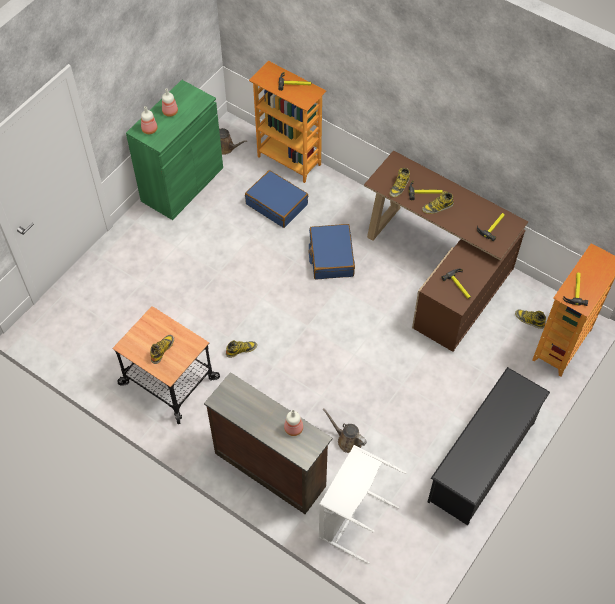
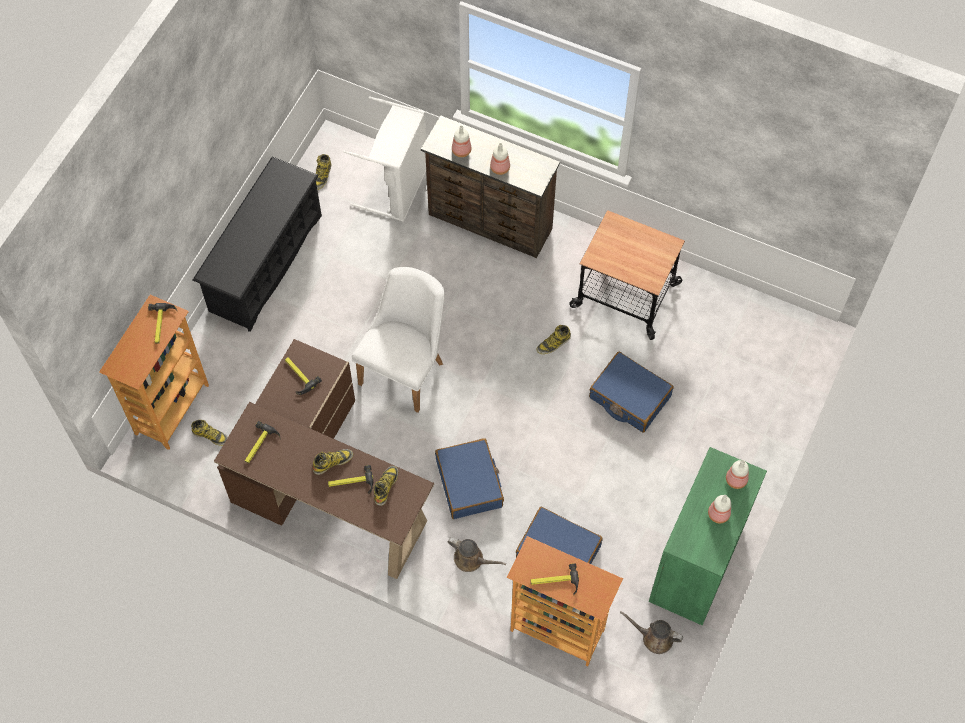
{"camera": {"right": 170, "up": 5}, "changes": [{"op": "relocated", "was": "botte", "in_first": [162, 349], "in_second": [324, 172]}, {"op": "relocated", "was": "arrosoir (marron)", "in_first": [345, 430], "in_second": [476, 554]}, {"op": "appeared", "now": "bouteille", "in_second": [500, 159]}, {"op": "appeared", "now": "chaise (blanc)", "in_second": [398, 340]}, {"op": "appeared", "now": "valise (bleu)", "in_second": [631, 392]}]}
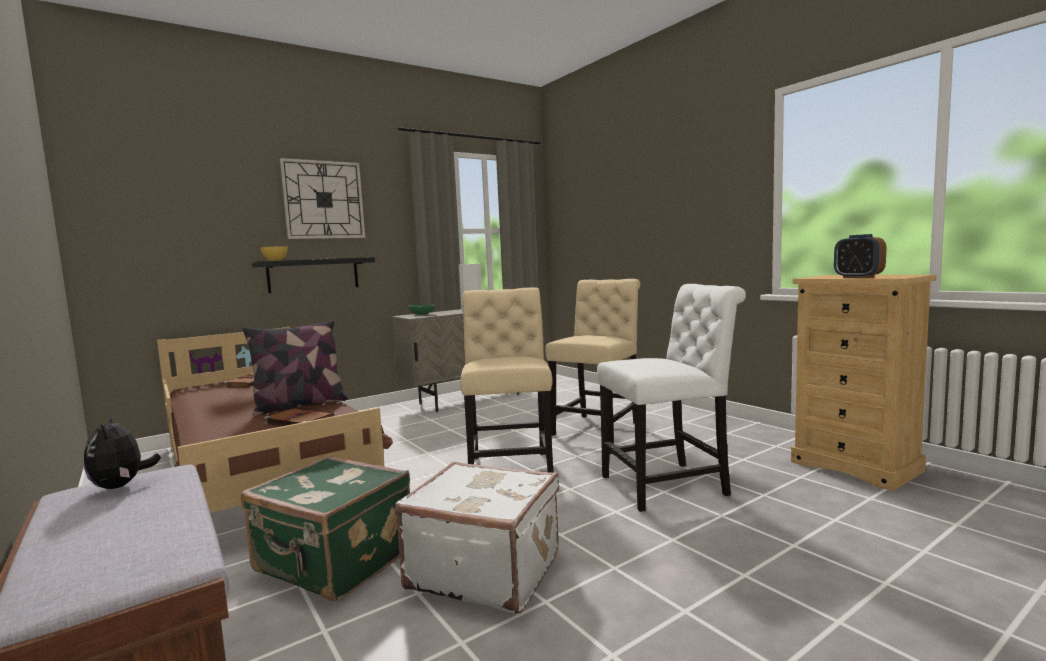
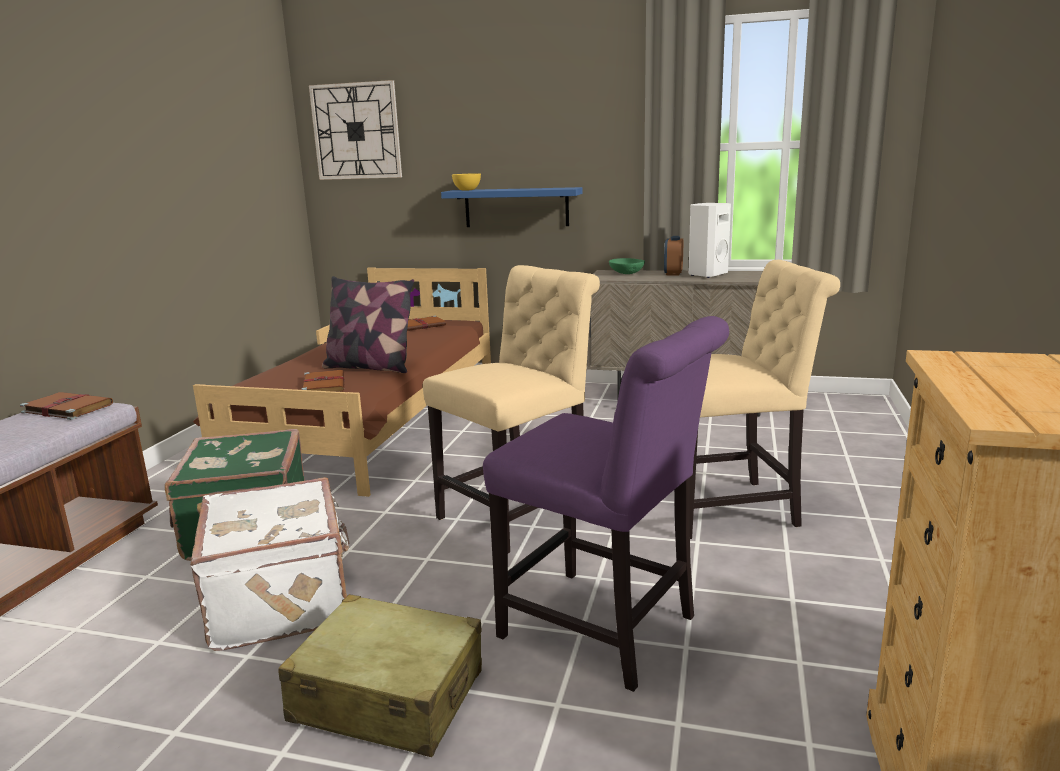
{"camera": {"right": 50, "up": 10}, "changes": [{"op": "relocated", "was": "horloge murale", "in_first": [322, 198], "in_second": [355, 130]}, {"op": "relocated", "was": "réveil", "in_first": [860, 256], "in_second": [673, 255]}, {"op": "colour", "was": "étagère (noir)", "now": "étagère (bleu)", "in_first": [313, 275], "in_second": [511, 207]}, {"op": "colour", "was": "chaise (blanc)", "now": "chaise (violet)", "in_first": [671, 398], "in_second": [606, 504]}, {"op": "exchanged", "was": "peluche", "now": "livre (marron)", "in_first": [122, 452], "in_second": [66, 406]}, {"op": "appeared", "now": "valise (beige)", "in_second": [380, 675]}]}
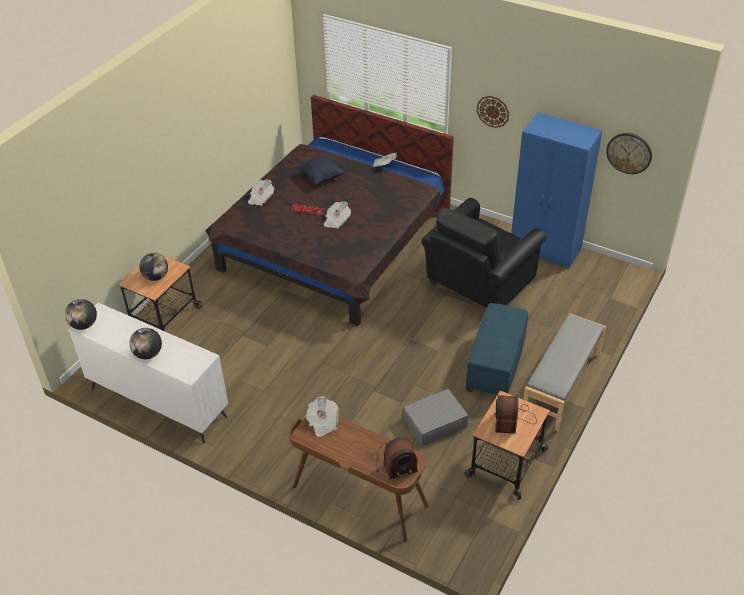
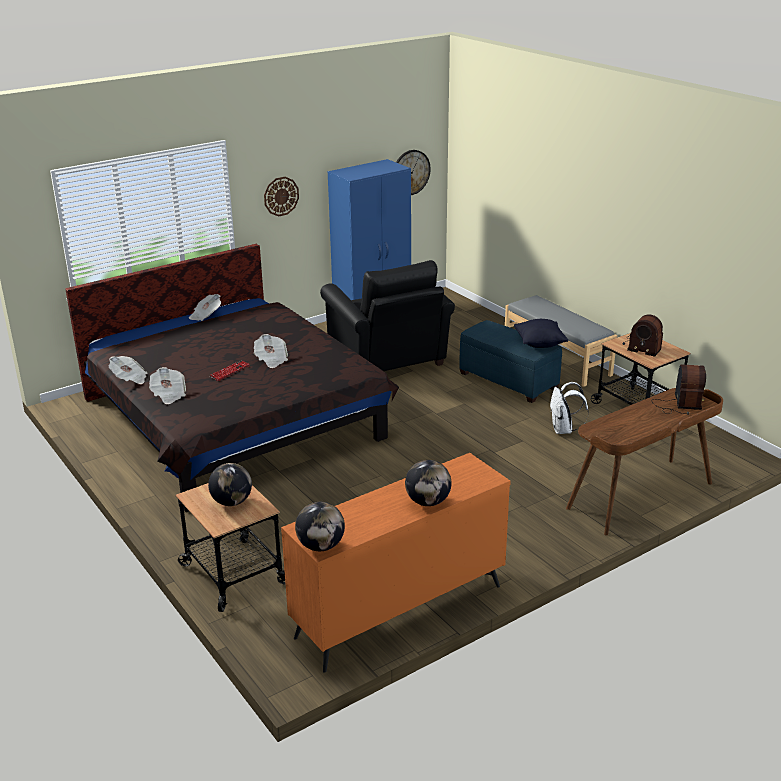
{"camera": {"right": -65, "up": -15}, "changes": [{"op": "relocated", "was": "coussin (noir)", "in_first": [321, 170], "in_second": [541, 333]}, {"op": "colour", "was": "commode (blanc)", "now": "commode (orange)", "in_first": [148, 373], "in_second": [396, 563]}, {"op": "exchanged", "was": "valise (gris)", "now": "sac à dos (blanc)", "in_first": [435, 417], "in_second": [569, 408]}, {"op": "relocated", "was": "journal", "in_first": [322, 416], "in_second": [128, 370]}]}
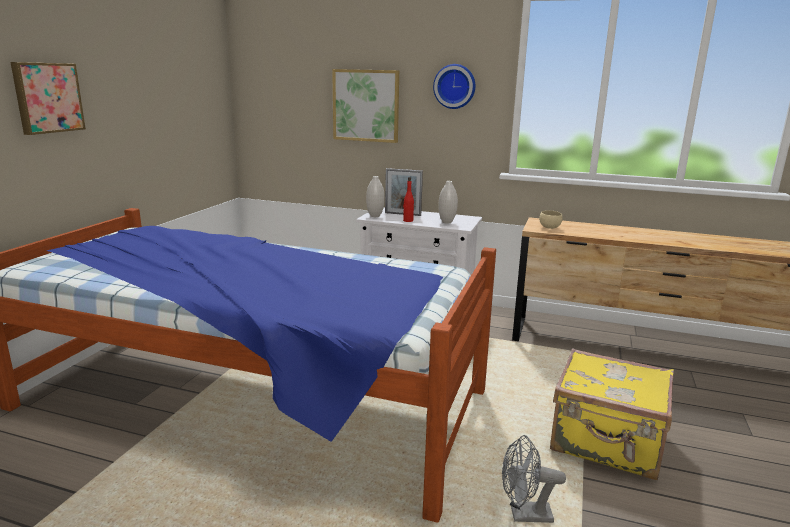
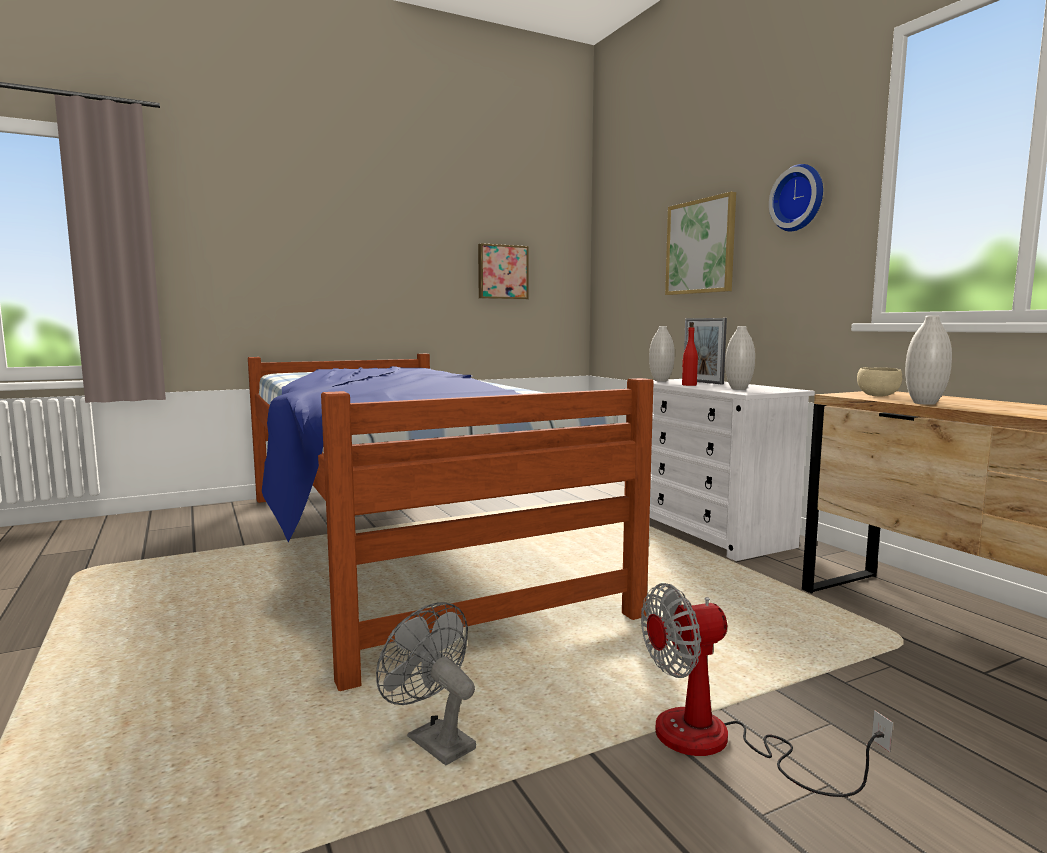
{"camera": {"right": 45, "up": -10}, "changes": [{"op": "relocated", "was": "tableau", "in_first": [48, 98], "in_second": [503, 271]}, {"op": "exchanged", "was": "valise (jaune)", "now": "ventilateur", "in_first": [612, 414], "in_second": [767, 690]}, {"op": "appeared", "now": "vase (blanc)", "in_second": [928, 360]}]}
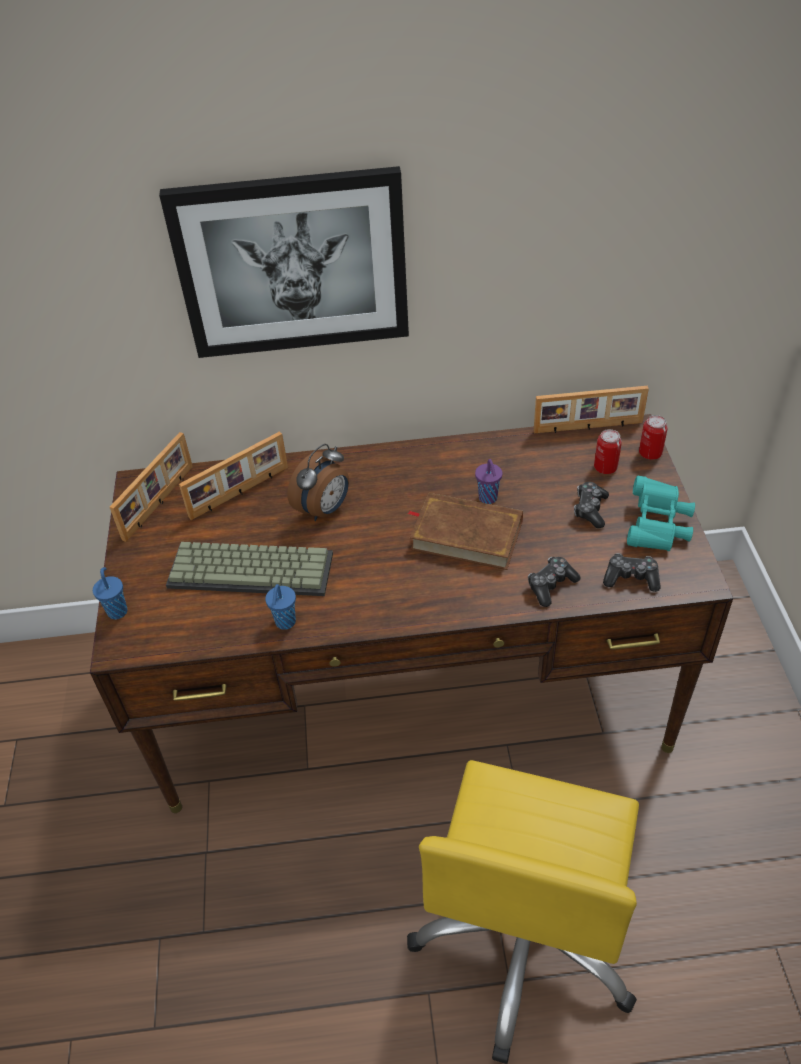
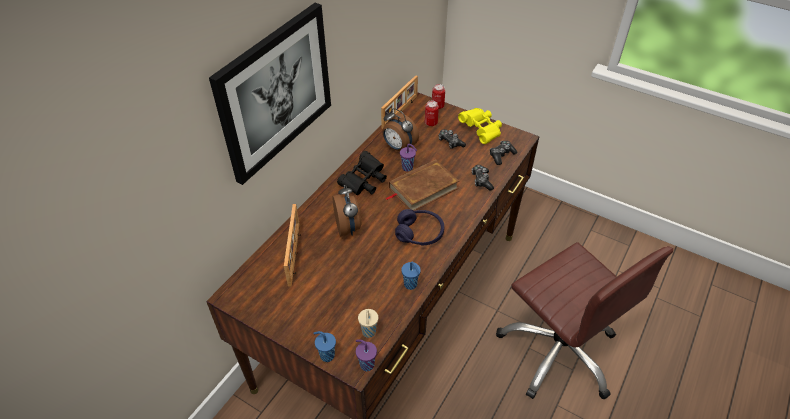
{"camera": {"right": -55, "up": 0}, "changes": [{"op": "missing", "was": "cadre photo", "in_first": [151, 487]}, {"op": "colour", "was": "jumelles (turquoise)", "now": "jumelles (jaune)", "in_first": [661, 513], "in_second": [480, 126]}, {"op": "missing", "was": "clavier", "in_first": [249, 569]}, {"op": "colour", "was": "chaise de bureau (jaune)", "now": "chaise de bureau (marron)", "in_first": [523, 912], "in_second": [584, 320]}, {"op": "appeared", "now": "réveil", "in_second": [400, 129]}, {"op": "appeared", "now": "jumelles (noir)", "in_second": [362, 173]}, {"op": "appeared", "now": "casque audio (violet)", "in_second": [419, 227]}, {"op": "appeared", "now": "tasse (beige)", "in_second": [368, 323]}, {"op": "appeared", "now": "tasse (violet)", "in_second": [366, 355]}]}
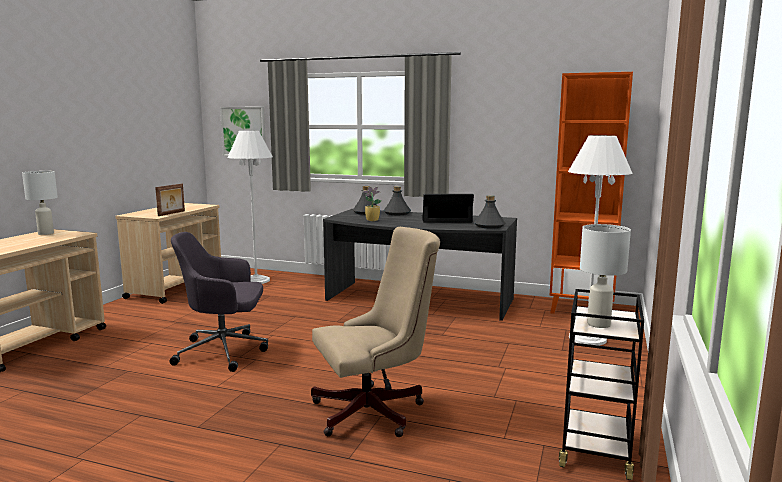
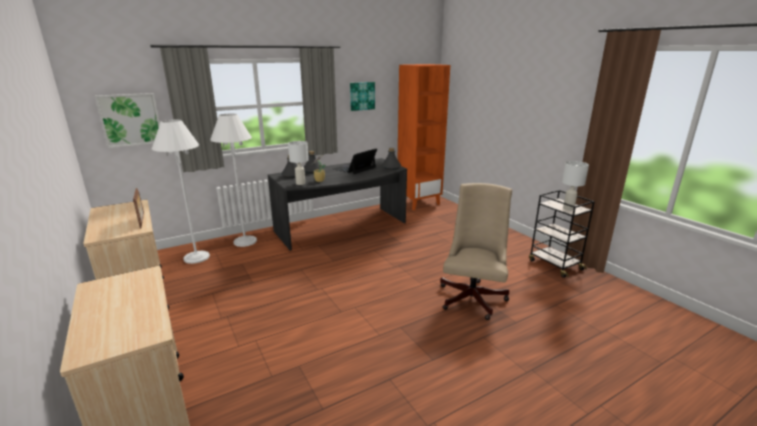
{"camera": {"right": -50, "up": 10}, "changes": [{"op": "relocated", "was": "lampadaire (blanc)", "in_first": [600, 240], "in_second": [233, 180]}, {"op": "relocated", "was": "lampe de table (blanc)", "in_first": [40, 203], "in_second": [298, 163]}, {"op": "missing", "was": "chaise de bureau (gris)", "in_first": [219, 302]}, {"op": "appeared", "now": "tableau", "in_second": [362, 96]}]}
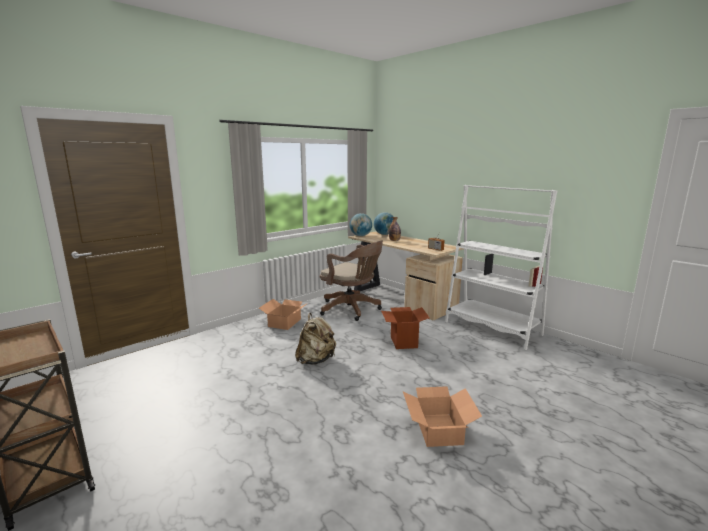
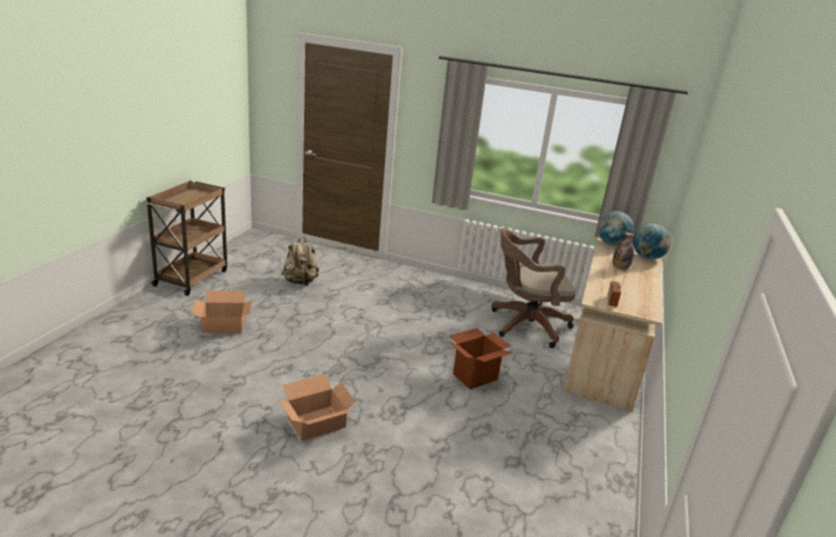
{"camera": {"right": 60, "up": 10}, "changes": [{"op": "missing", "was": "bibliothèque (blanc)", "in_first": [501, 267]}, {"op": "spun", "was": "chaise de bureau (marron)", "in_first": [351, 281], "in_second": [533, 288], "clockwise": 75}, {"op": "relocated", "was": "carton", "in_first": [283, 314], "in_second": [222, 312]}, {"op": "relocated", "was": "sac à dos (beige)", "in_first": [315, 339], "in_second": [300, 261]}]}
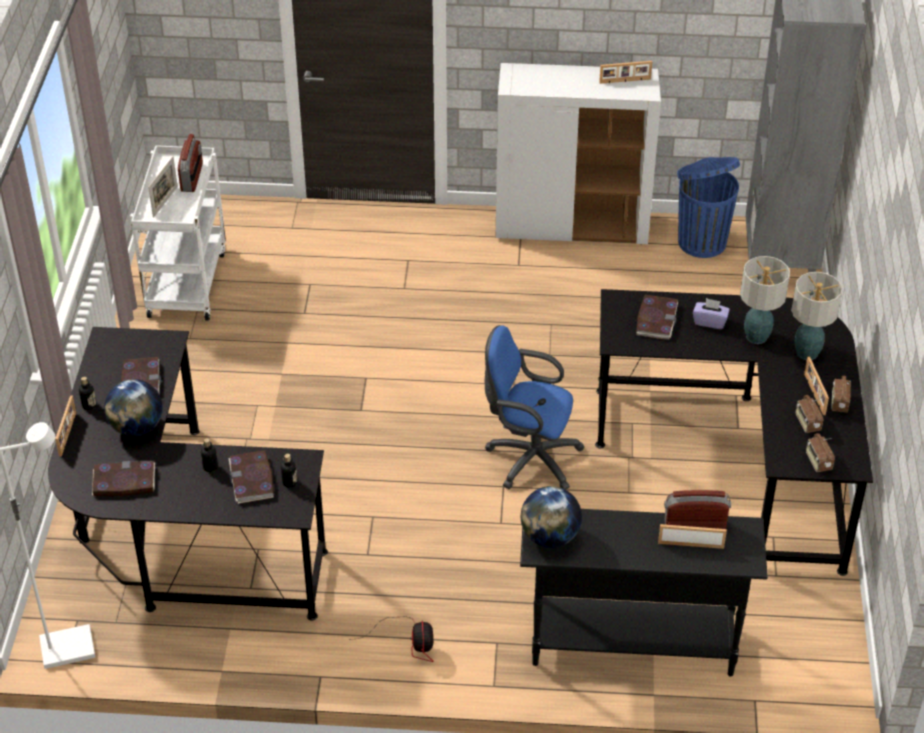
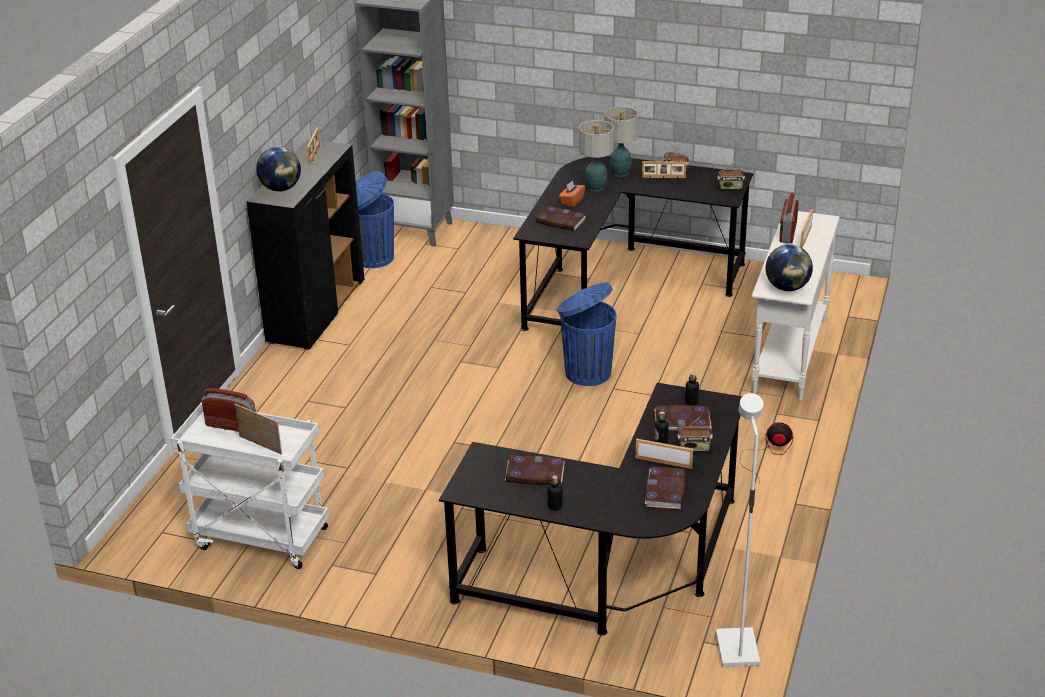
{"camera": {"right": -75, "up": -10}, "changes": [{"op": "colour", "was": "meuble de rangement (blanc)", "now": "meuble de rangement (noir)", "in_first": [578, 154], "in_second": [305, 245]}, {"op": "colour", "was": "boîte à mouchoirs (violet)", "now": "boîte à mouchoirs (orange)", "in_first": [711, 313], "in_second": [572, 193]}, {"op": "exchanged", "was": "chaise de bureau (bleu)", "now": "poubelle (bleu)", "in_first": [534, 407], "in_second": [587, 334]}, {"op": "relocated", "was": "globe", "in_first": [133, 408], "in_second": [278, 169]}, {"op": "relocated", "was": "cadre photo", "in_first": [65, 426], "in_second": [664, 454]}, {"op": "relocated", "was": "radio", "in_first": [809, 414], "in_second": [695, 433]}, {"op": "colour", "was": "table console (noir)", "now": "table console (blanc)", "in_first": [644, 593], "in_second": [795, 305]}]}
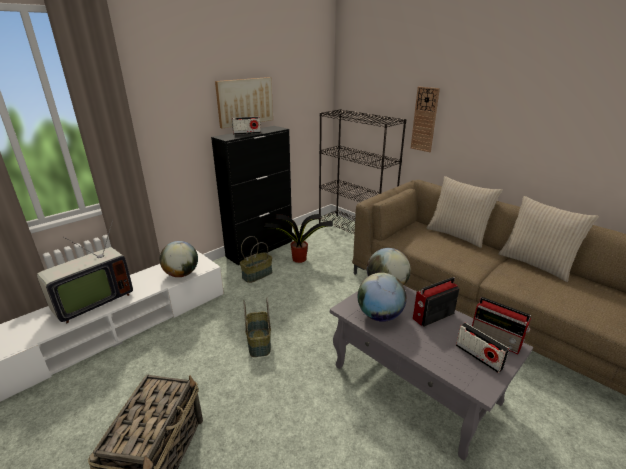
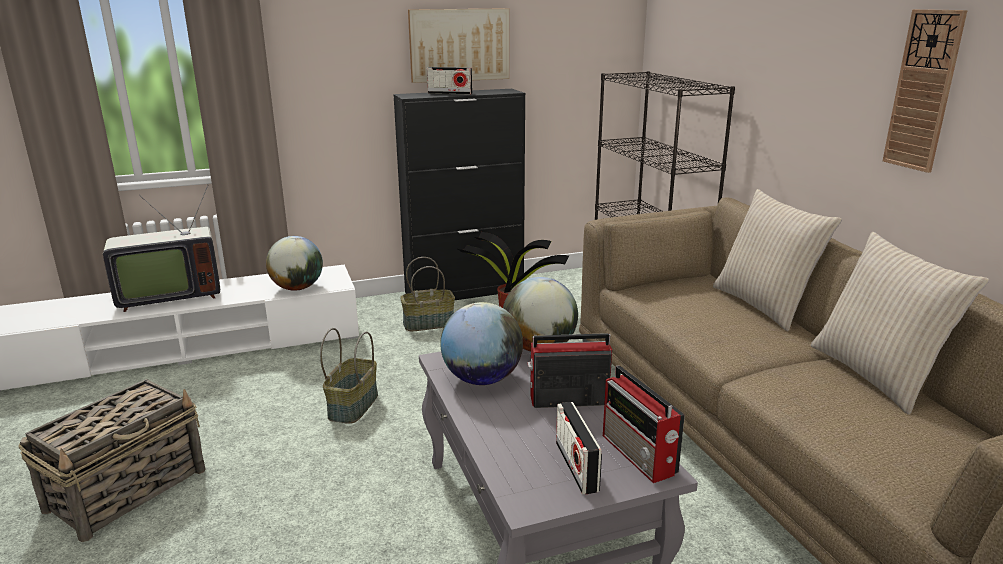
{"camera": {"right": 25, "up": -5}, "changes": [{"op": "relocated", "was": "horloge murale", "in_first": [425, 119], "in_second": [925, 91]}]}
